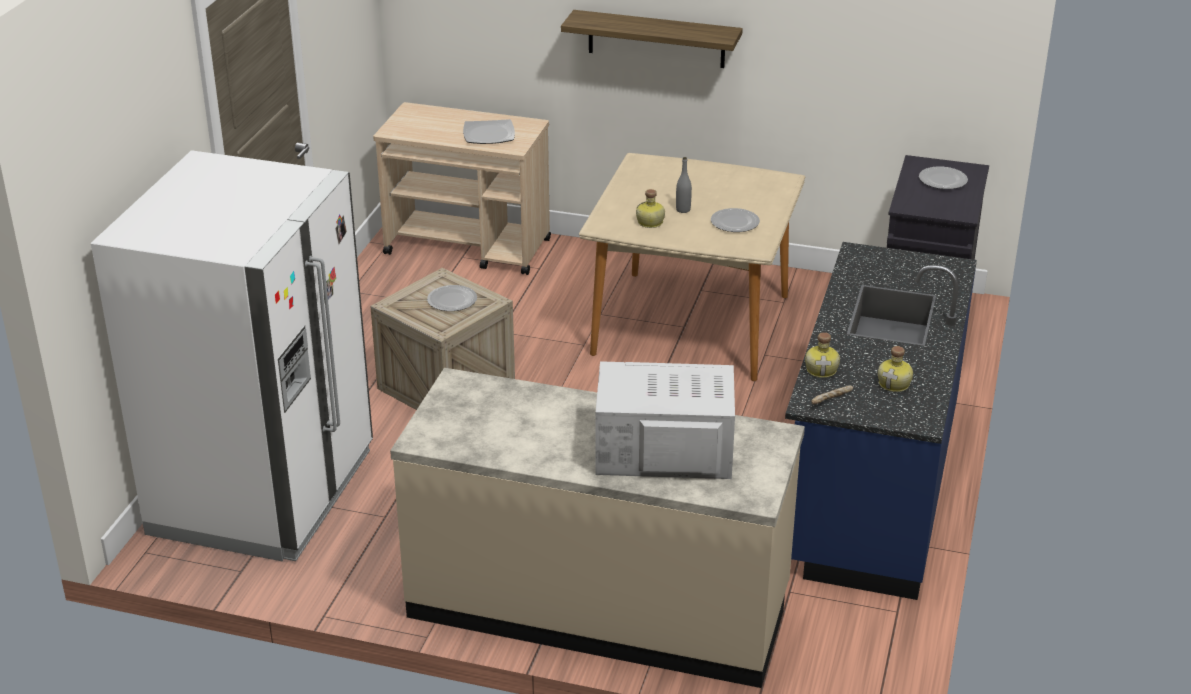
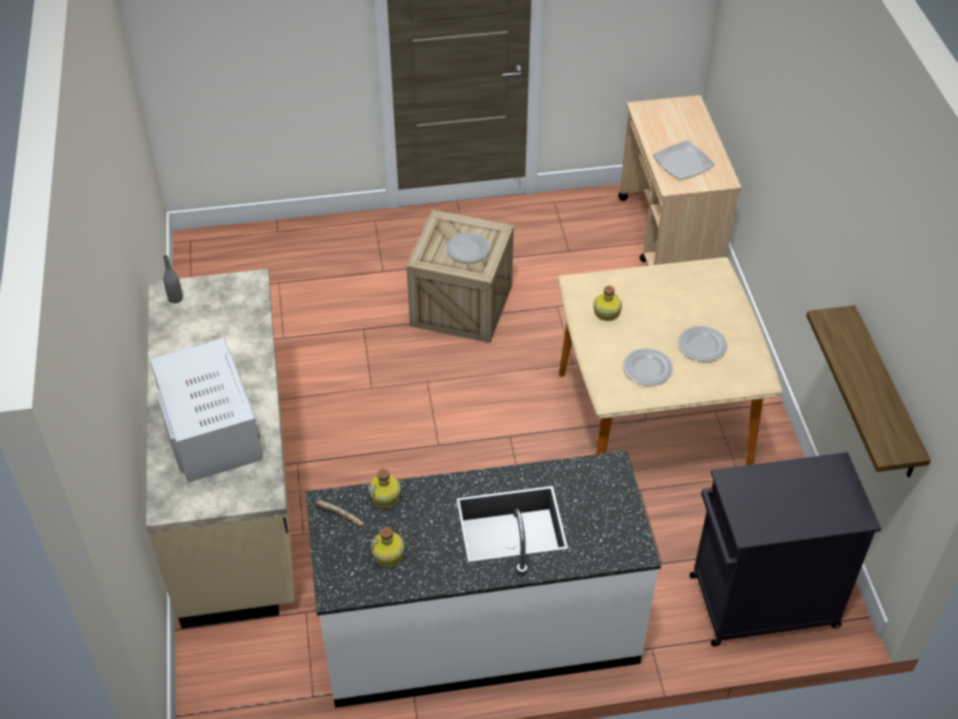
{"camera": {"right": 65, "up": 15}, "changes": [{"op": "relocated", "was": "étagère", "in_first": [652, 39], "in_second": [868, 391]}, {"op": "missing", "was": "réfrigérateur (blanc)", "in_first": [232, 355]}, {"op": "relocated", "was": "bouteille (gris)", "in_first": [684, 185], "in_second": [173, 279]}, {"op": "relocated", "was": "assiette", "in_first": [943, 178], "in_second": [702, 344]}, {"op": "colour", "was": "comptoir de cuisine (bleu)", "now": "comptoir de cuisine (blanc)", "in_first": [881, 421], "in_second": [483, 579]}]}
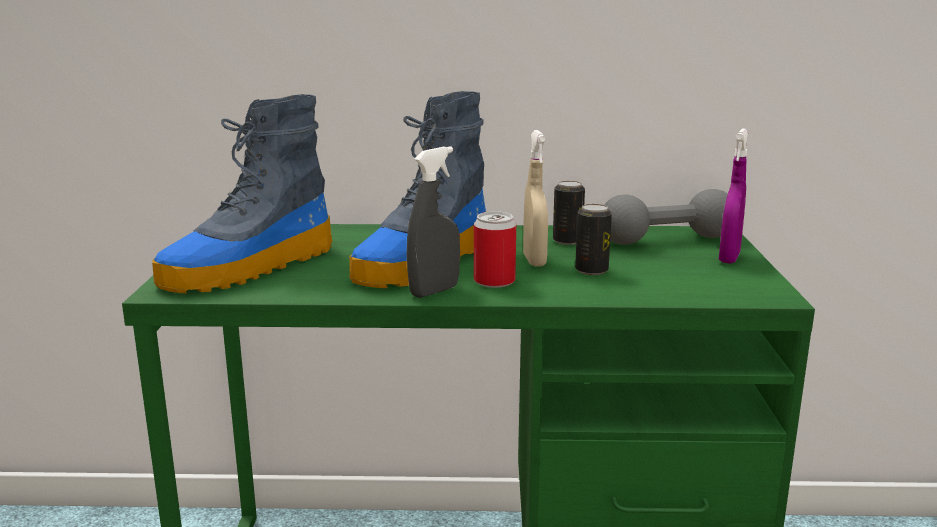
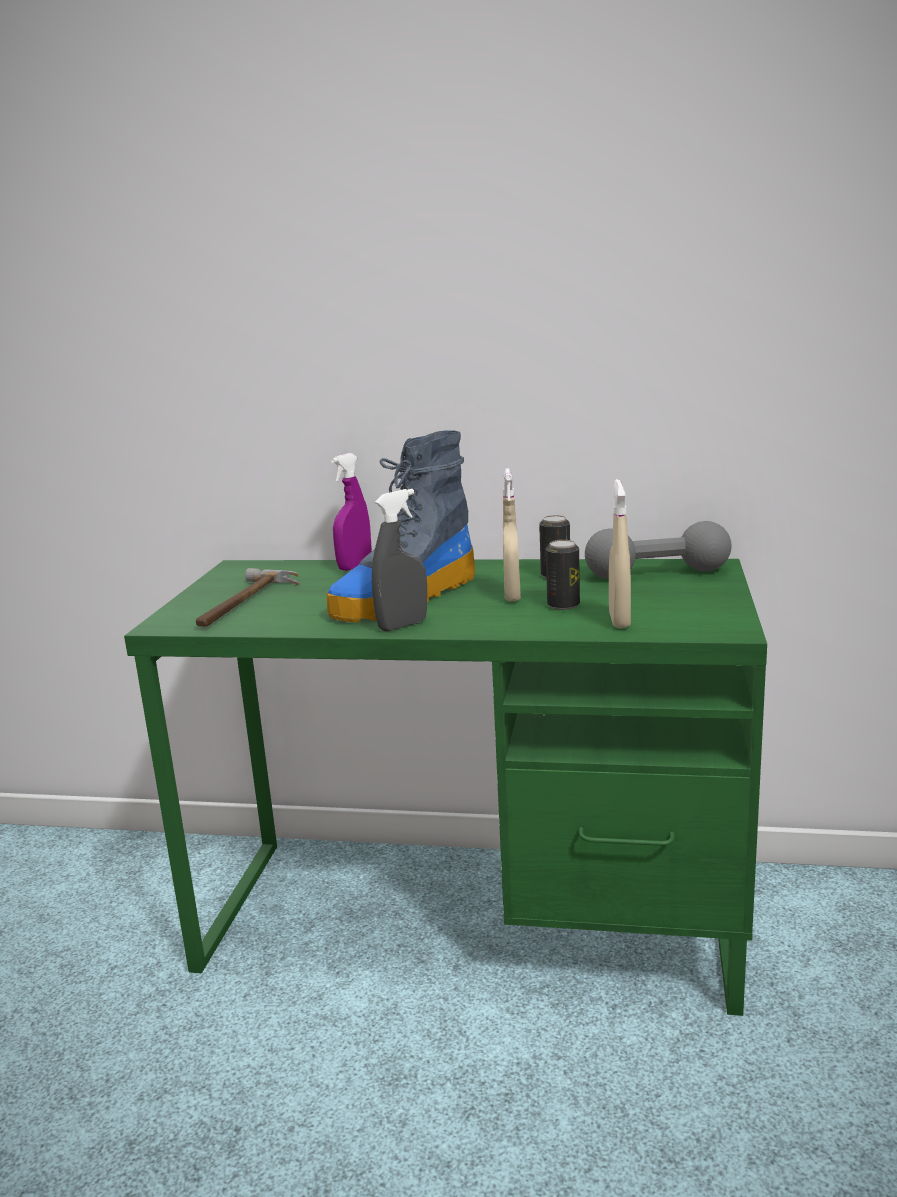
{"camera": {"right": 10, "up": 0}, "changes": [{"op": "exchanged", "was": "botte", "now": "marteau", "in_first": [242, 193], "in_second": [248, 597]}, {"op": "relocated", "was": "vaporisateur (violet)", "in_first": [733, 196], "in_second": [351, 512]}, {"op": "missing", "was": "boîte métallique", "in_first": [495, 249]}, {"op": "appeared", "now": "vaporisateur (beige)", "in_second": [620, 553]}]}
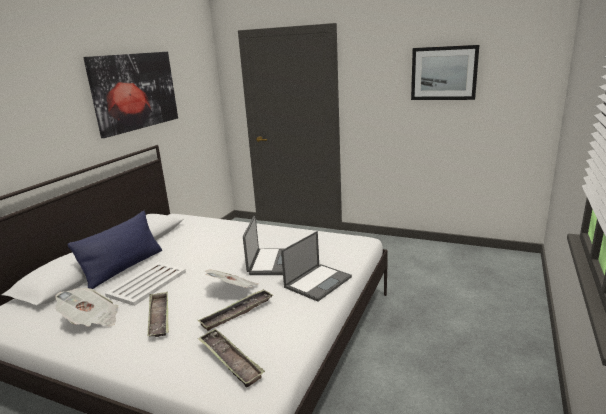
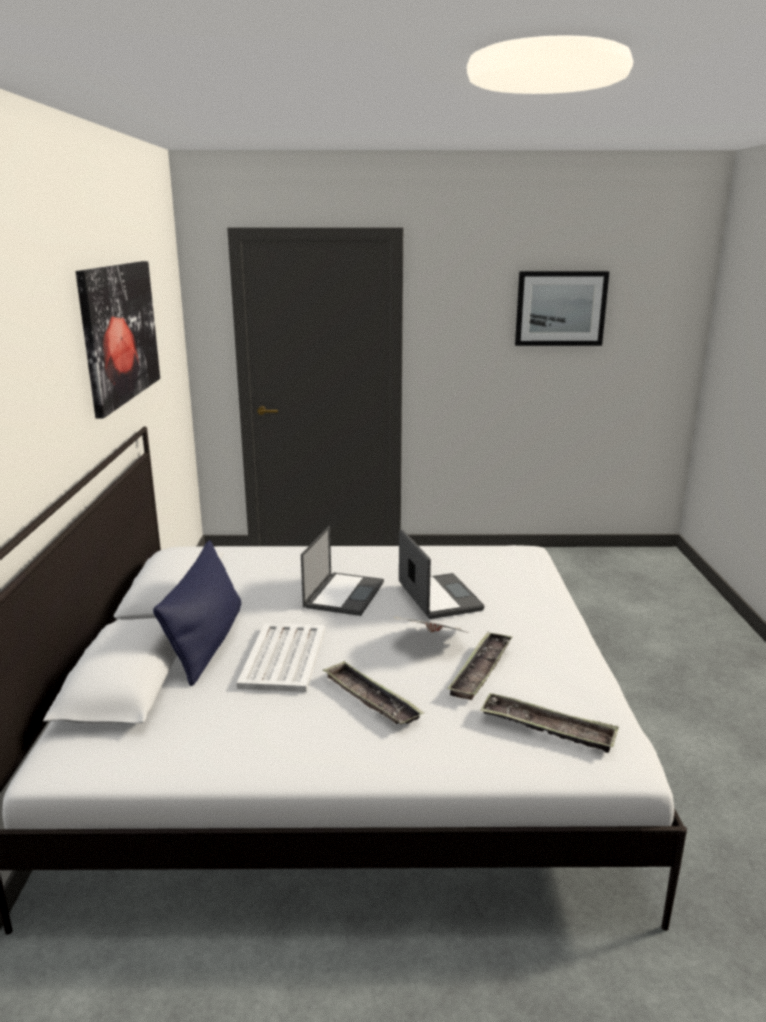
{"camera": {"right": -25, "up": 0}, "changes": [{"op": "relocated", "was": "ordinateur portable", "in_first": [316, 266], "in_second": [342, 571]}, {"op": "missing", "was": "journal", "in_first": [86, 307]}]}
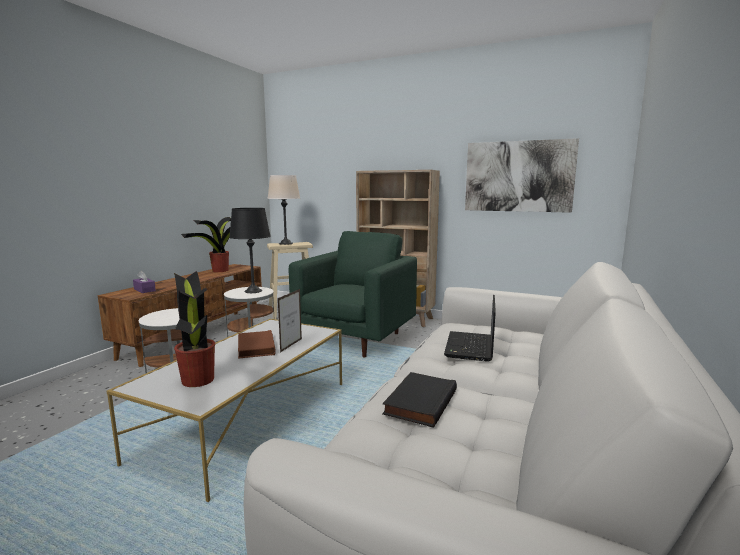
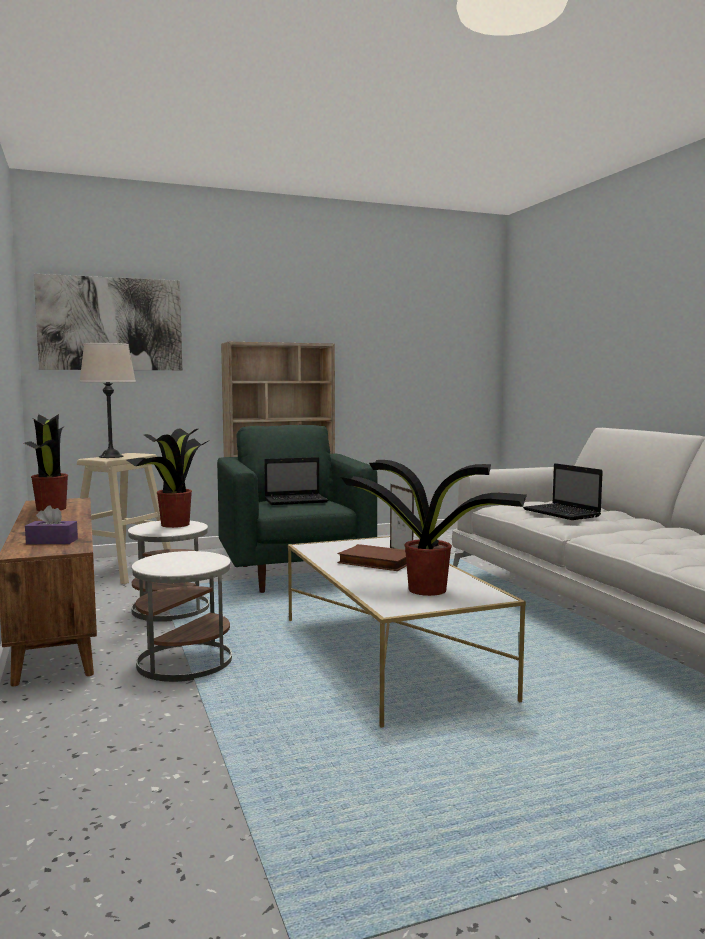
{"camera": {"right": -45, "up": -5}, "changes": [{"op": "relocated", "was": "tableau", "in_first": [522, 175], "in_second": [108, 322]}, {"op": "exchanged", "was": "lampe de table (noir)", "now": "plante en pot", "in_first": [250, 250], "in_second": [167, 478]}, {"op": "missing", "was": "livre (noir)", "in_first": [419, 400]}, {"op": "appeared", "now": "ordinateur portable", "in_second": [296, 481]}]}
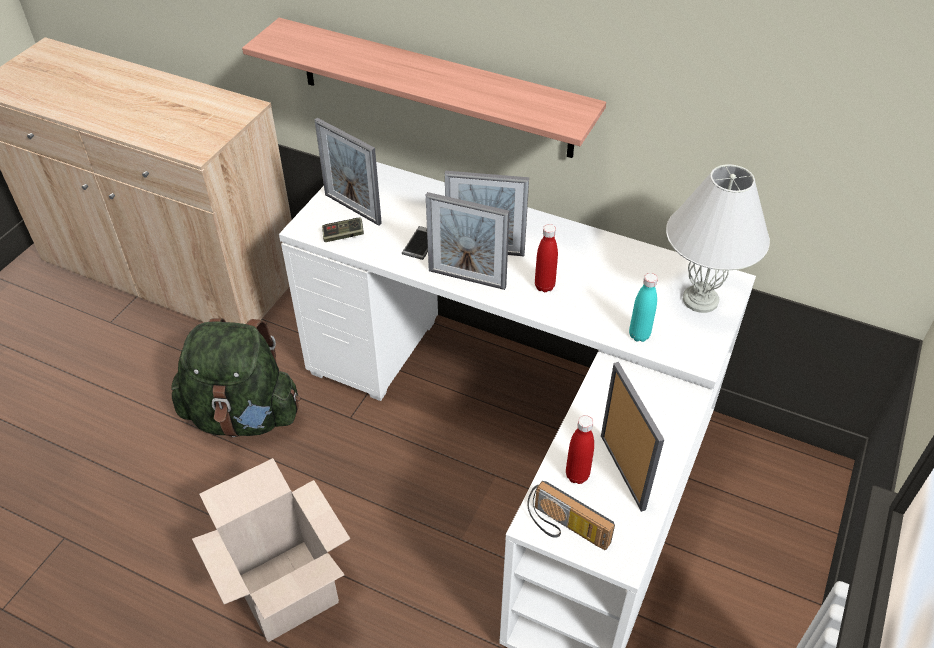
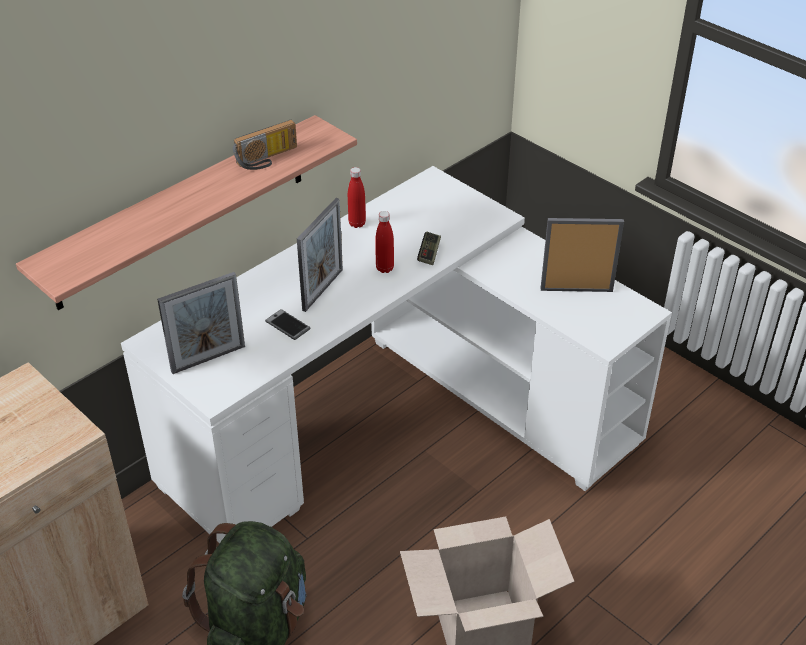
{"camera": {"right": -70, "up": -5}, "changes": [{"op": "missing", "was": "lampe de table (blanc)", "in_first": [718, 238]}, {"op": "missing", "was": "cadre photo", "in_first": [468, 241]}, {"op": "relocated", "was": "manette", "in_first": [343, 230], "in_second": [429, 248]}, {"op": "missing", "was": "bouteille (turquoise)", "in_first": [643, 307]}, {"op": "relocated", "was": "bouteille (rouge)", "in_first": [580, 449], "in_second": [357, 197]}, {"op": "relocated", "was": "radio", "in_first": [571, 515], "in_second": [265, 145]}]}
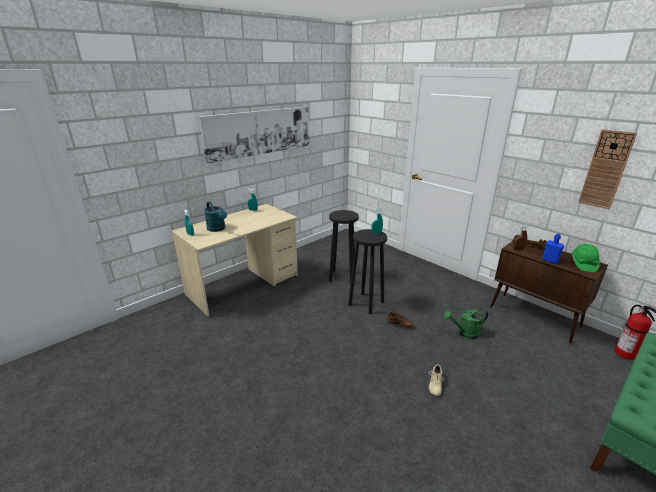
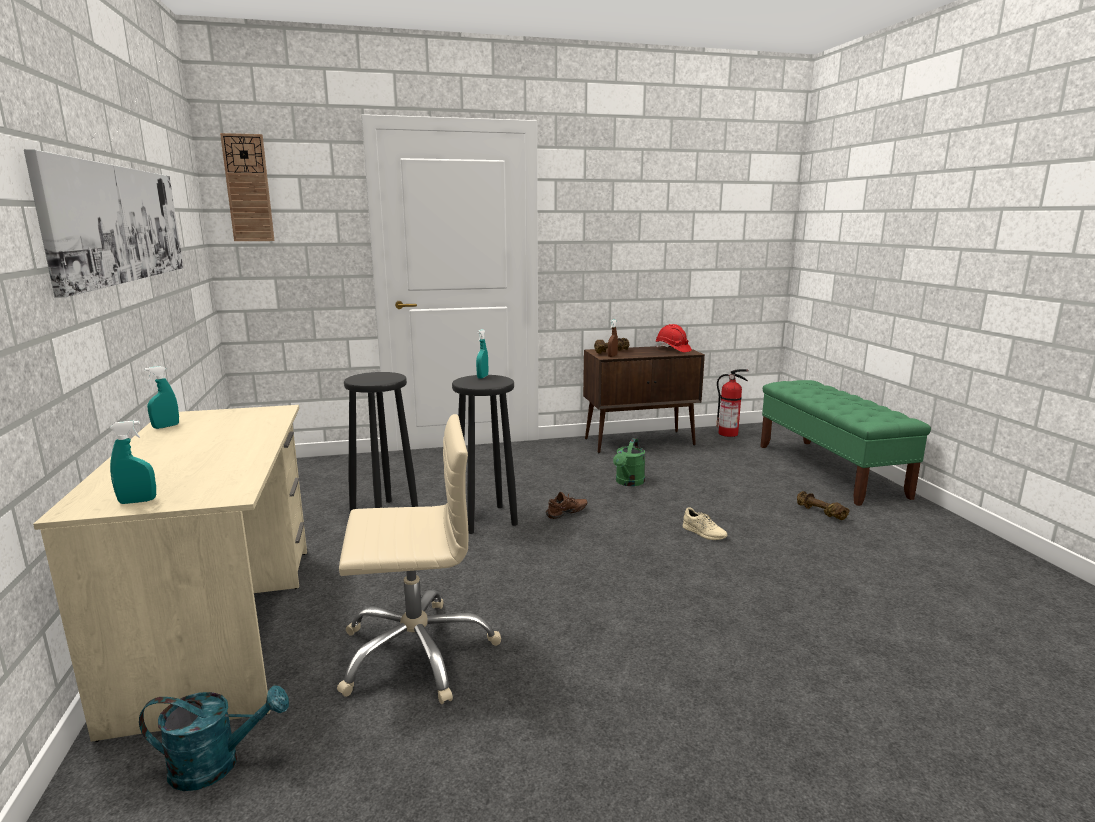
{"camera": {"right": -60, "up": -10}, "changes": [{"op": "relocated", "was": "horloge murale", "in_first": [607, 169], "in_second": [247, 187]}, {"op": "relocated", "was": "arrosoir (turquoise)", "in_first": [215, 217], "in_second": [214, 738]}, {"op": "missing", "was": "bouteille (bleu)", "in_first": [553, 248]}, {"op": "colour", "was": "casque de chantier (vert)", "now": "casque de chantier (rouge)", "in_first": [585, 258], "in_second": [674, 338]}, {"op": "appeared", "now": "chaise de bureau (beige)", "in_second": [419, 559]}, {"op": "appeared", "now": "haltère (marron)", "in_second": [823, 505]}]}
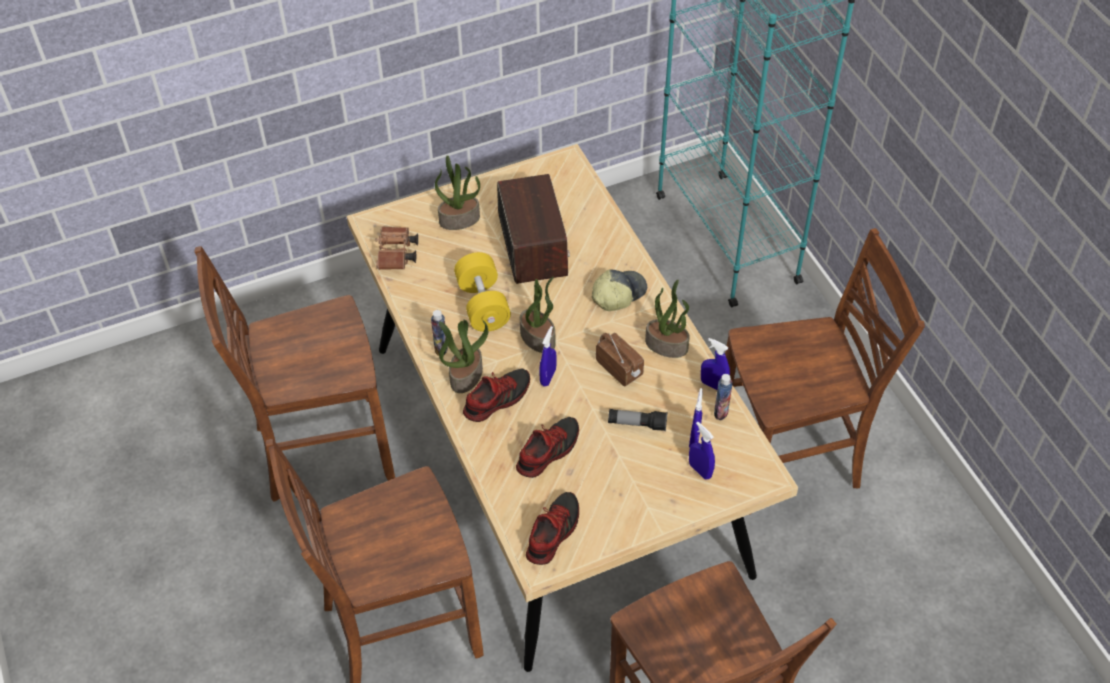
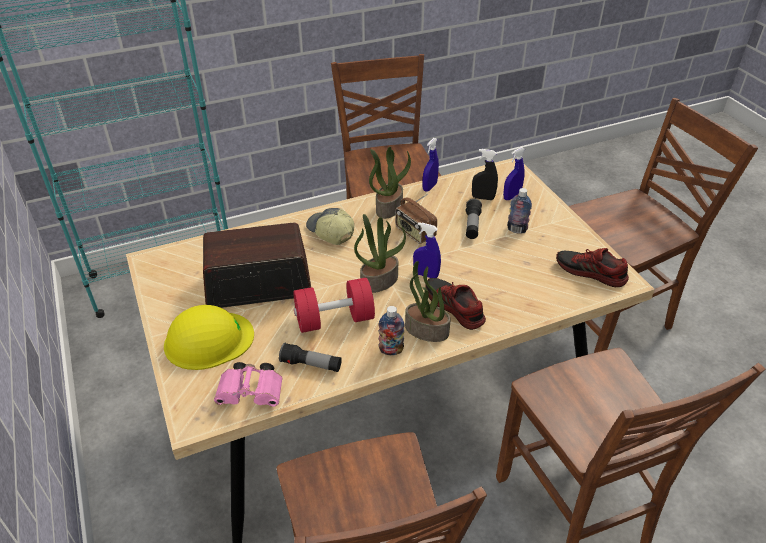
{"camera": {"right": -90, "up": -10}, "changes": [{"op": "exchanged", "was": "plante en pot", "now": "casque de chantier (jaune)", "in_first": [457, 192], "in_second": [209, 337]}, {"op": "colour", "was": "jumelles (marron)", "now": "jumelles (rose)", "in_first": [397, 248], "in_second": [248, 384]}, {"op": "colour", "was": "haltère (jaune)", "now": "haltère (rouge)", "in_first": [482, 292], "in_second": [334, 305]}, {"op": "spun", "was": "radio", "in_first": [620, 359], "in_second": [416, 219], "clockwise": -90}, {"op": "relocated", "was": "bouteille", "in_first": [723, 397], "in_second": [519, 211]}, {"op": "colour", "was": "vaporisateur (bleu)", "now": "vaporisateur (noir)", "in_first": [696, 417], "in_second": [485, 174]}, {"op": "missing", "was": "chaussure", "in_first": [547, 447]}, {"op": "appeared", "now": "lampe de poche", "in_second": [310, 357]}]}
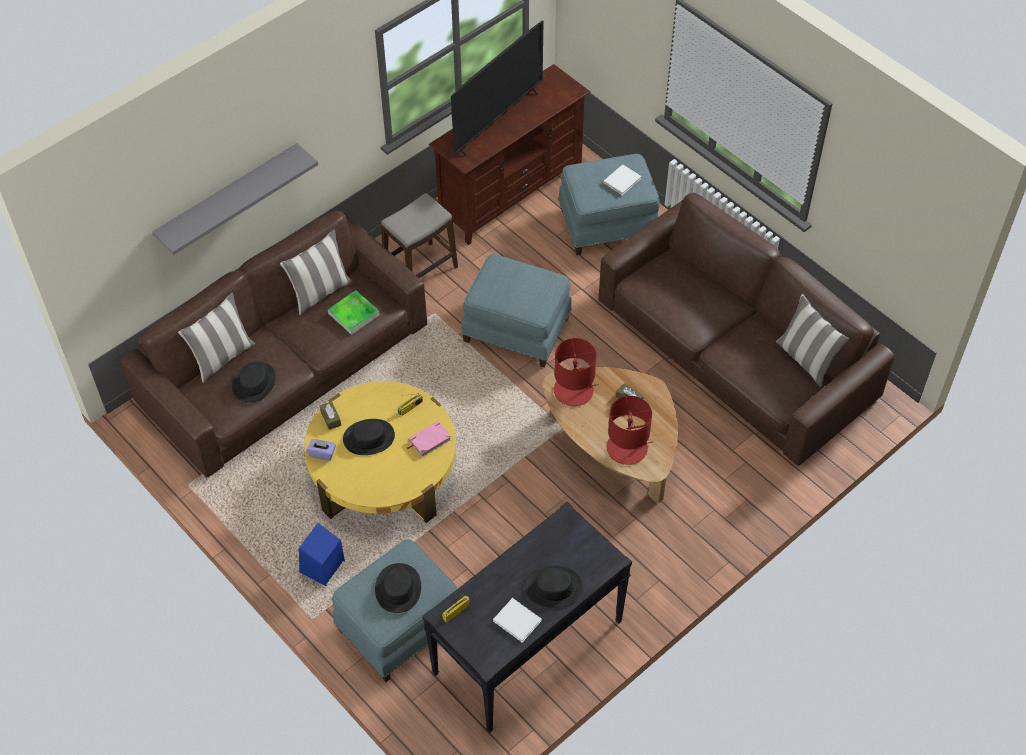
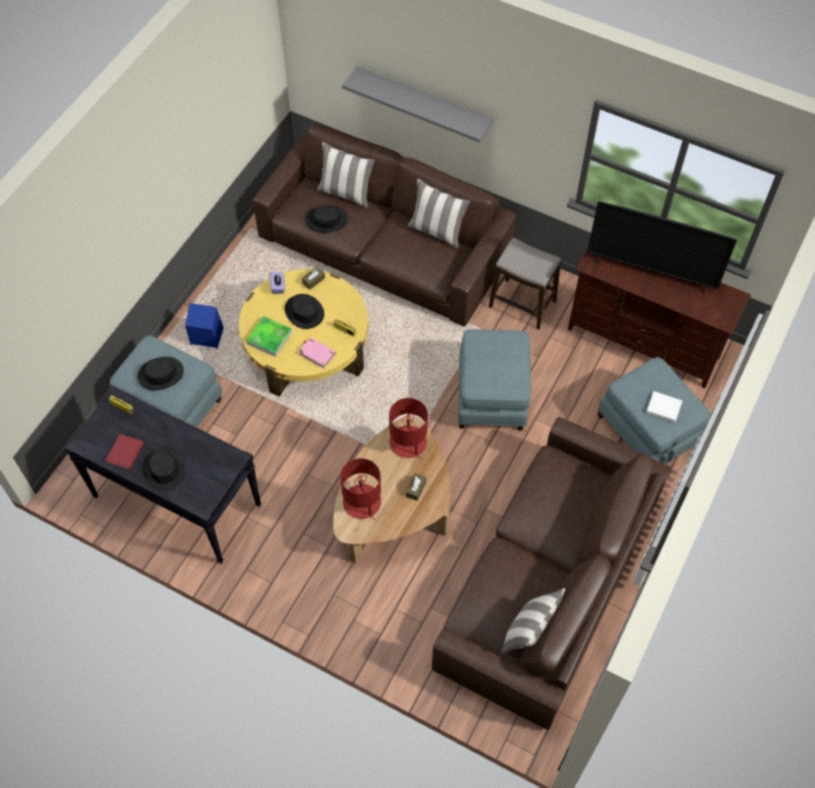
{"camera": {"right": 70, "up": 5}, "changes": [{"op": "relocated", "was": "plateau", "in_first": [353, 312], "in_second": [269, 336]}, {"op": "colour", "was": "livre (blanc)", "now": "livre (rouge)", "in_first": [517, 620], "in_second": [124, 452]}]}
